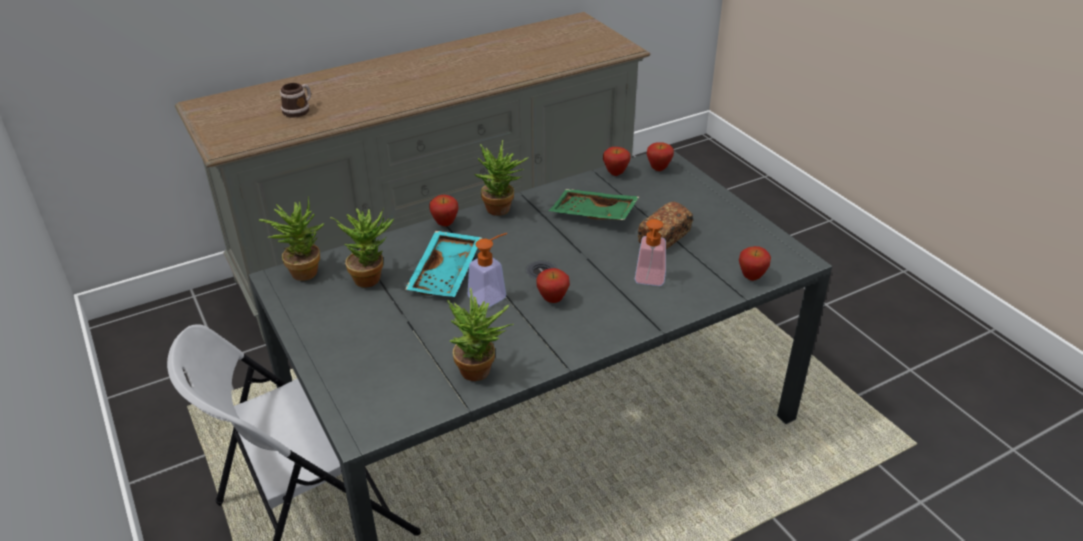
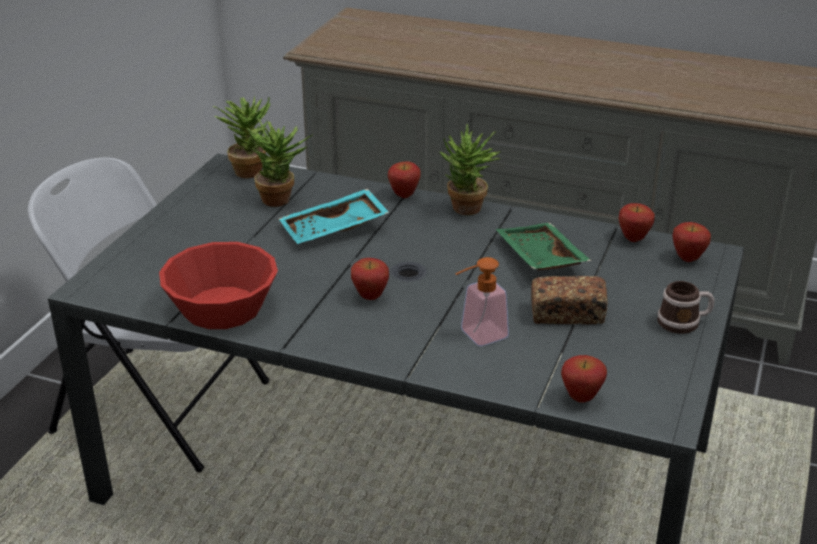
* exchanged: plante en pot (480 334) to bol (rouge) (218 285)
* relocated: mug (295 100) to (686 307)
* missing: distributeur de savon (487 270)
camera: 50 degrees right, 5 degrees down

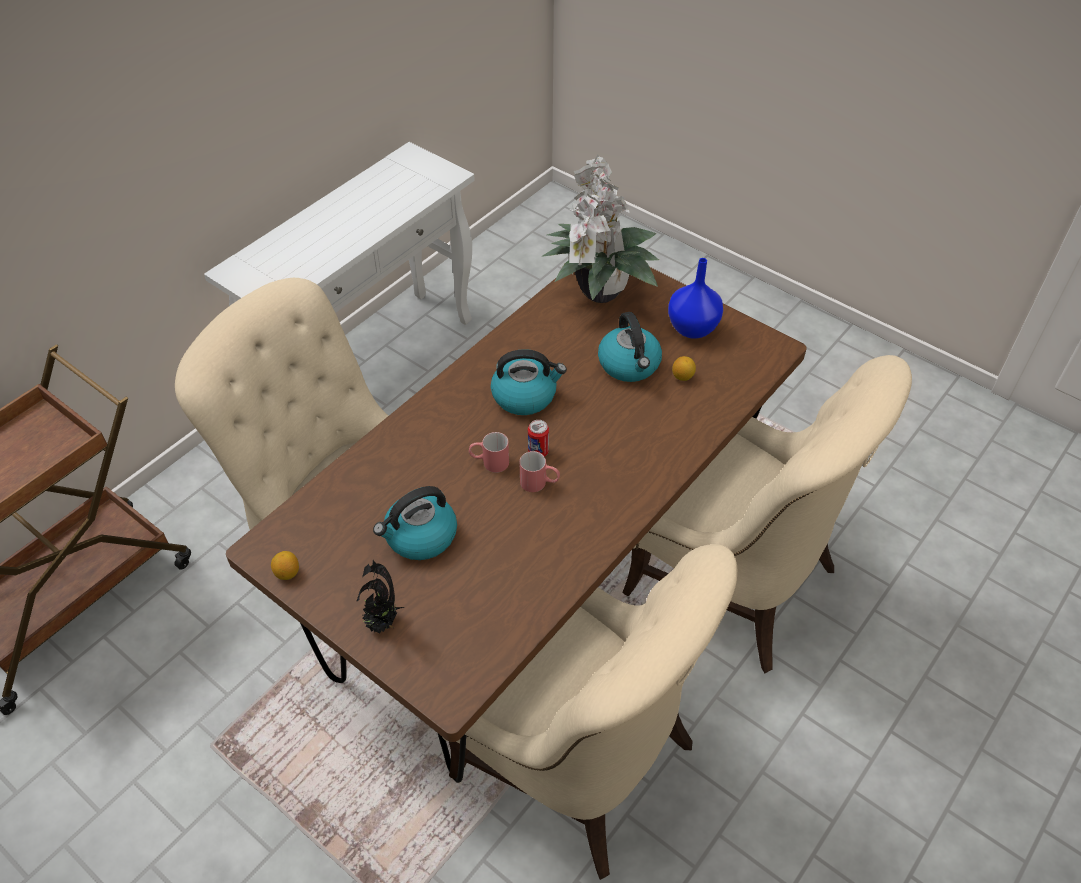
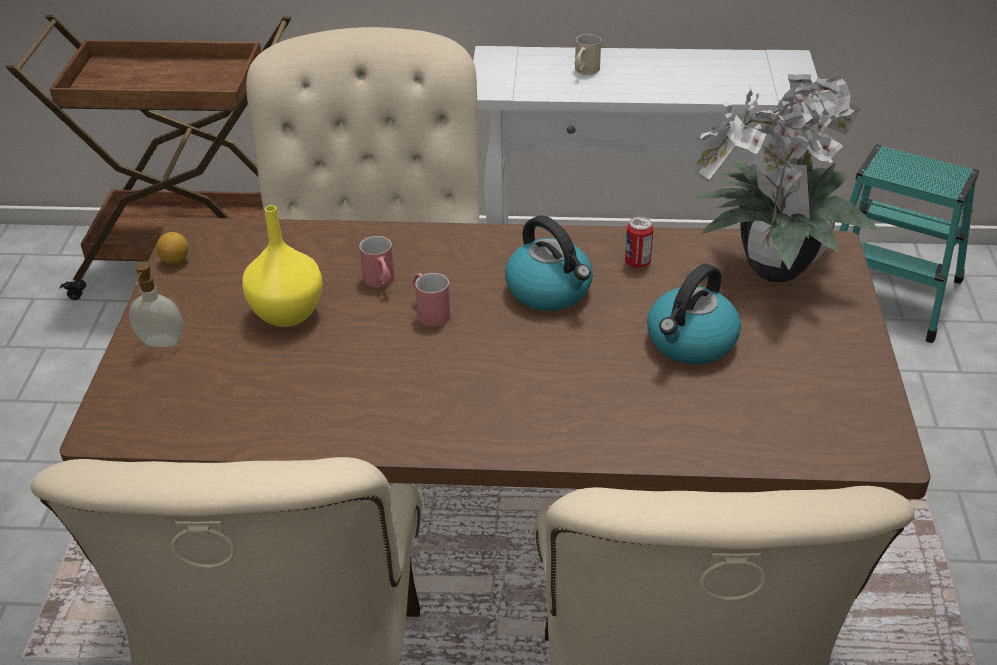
* exchanged: plante en pot (380 596) to distributeur de savon (156 304)
* exchanged: bouilloire (415 523) to vase (jaune) (282 266)
* relocated: mug (rouge) (539 471) to (376 262)
* appeared: mug (beige) (587 54)
* relocated: boîte métallique (538 438) to (639 242)
* appeared: escabeau (turquoise) (909 243)
* missing: vase (bleu) (695 298)
* missing: citron (684 368)
camera: 55 degrees right, 10 degrees down

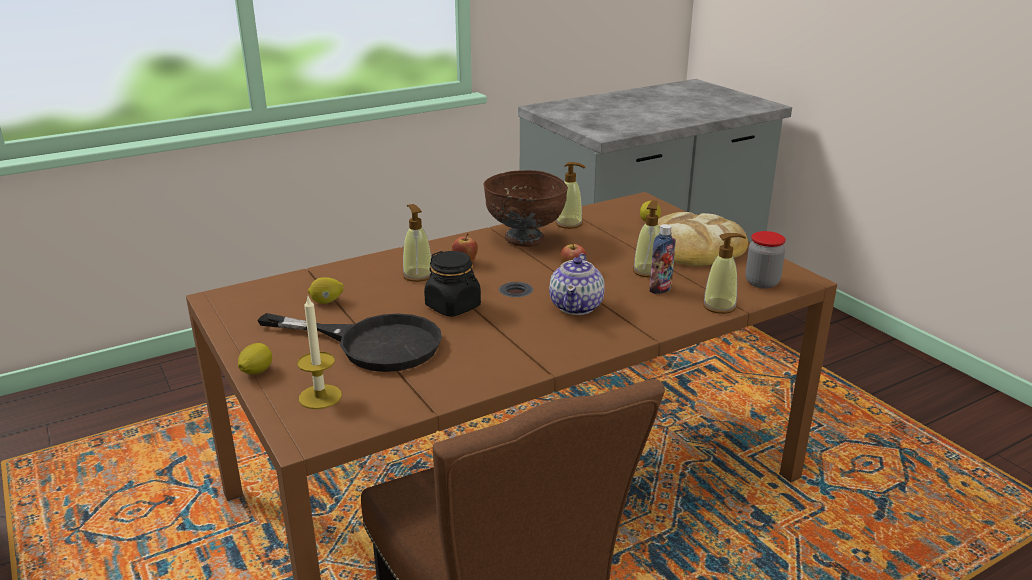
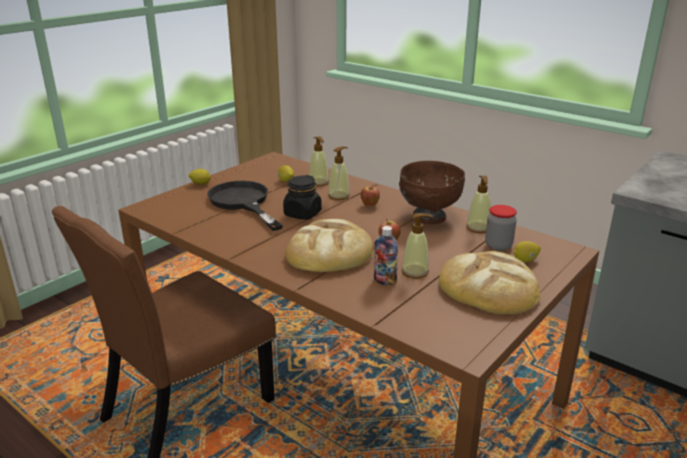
* spun: poêle (noir) (349 342) = (245 206) 150 degrees clockwise
* exchanged: théière (577 284) to pain (329 245)
* relocated: distributeur de savon (724 273) to (319 161)
* relocated: bocal (765 260) to (501 228)
* missing: bougie (319 353)
camera: 70 degrees right, 0 degrees up

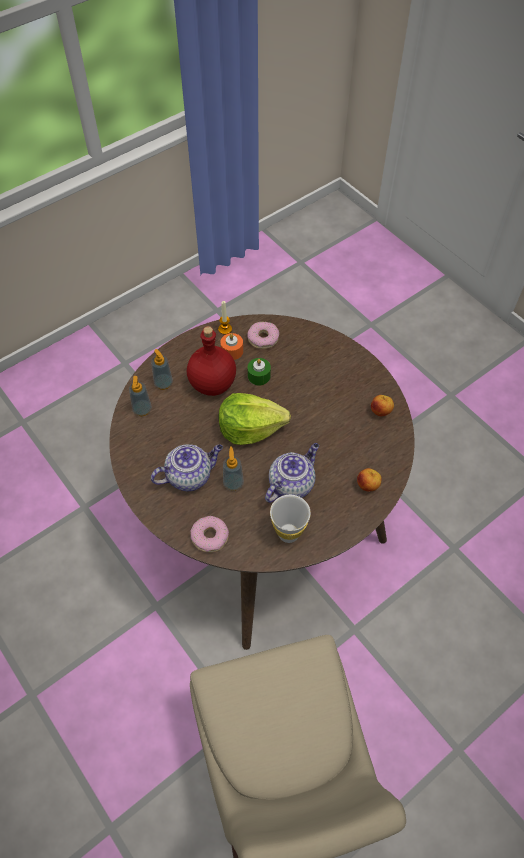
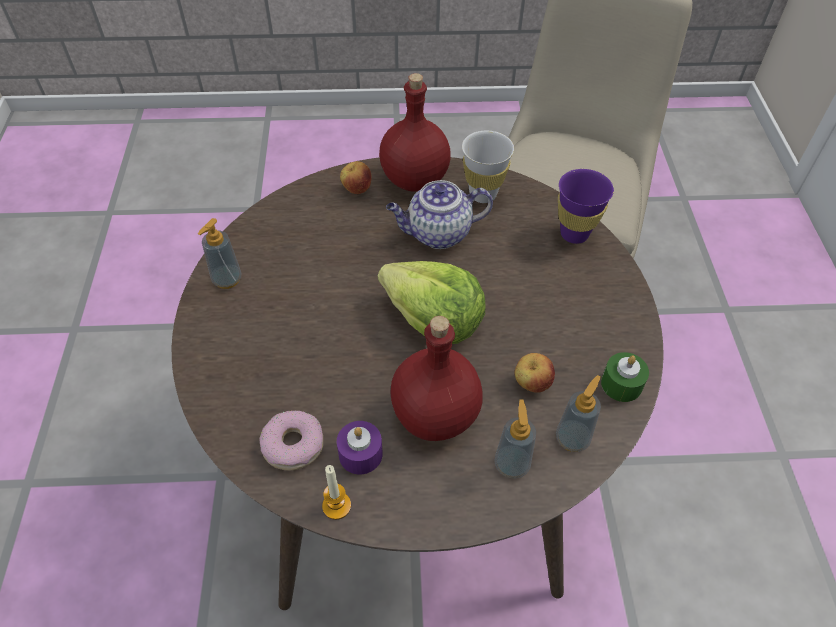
* relocated: distributeur de savon (233 468) to (220 253)
* colour: bougie (orange) (231 346) to bougie (violet) (360 447)
* appeared: bouteille (rouge) (415 132)
* relocated: pomme (382 406) to (534 373)
* exchanged: beignet (210 534) to tasse (violet) (586 206)
* relocated: bougie (vert) (259 371) to (625 377)
* missing: théière (187 467)
camera: 145 degrees left, 5 degrees down

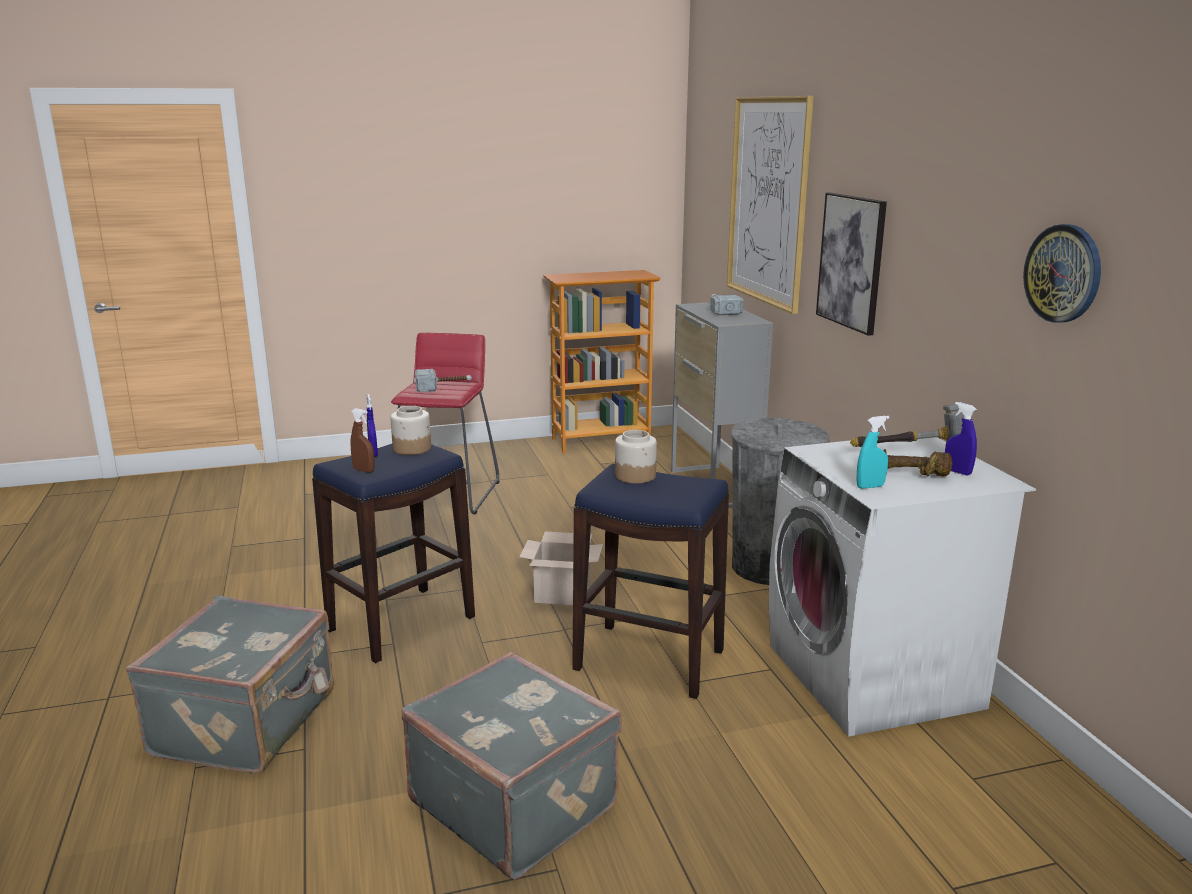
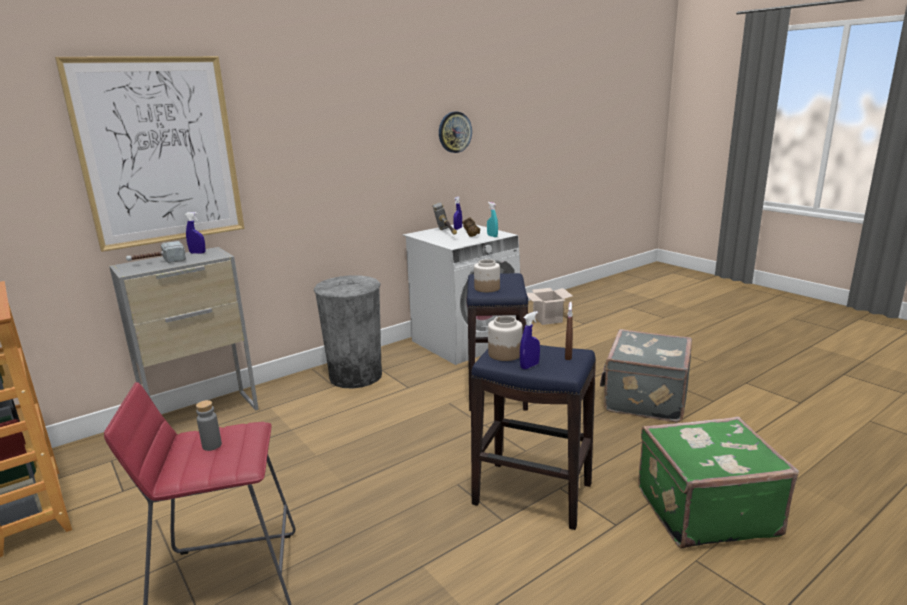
* appeared: vaporisateur (bleu) (195 233)
* exchanged: marteau (443 380) to bouteille (gris) (209 425)
* relocated: carton (561 568) to (550 306)
* colour: valise (gris) (230 685) to valise (vert) (718 482)
* missing: tableau (851 264)
camera: 110 degrees left, 0 degrees up

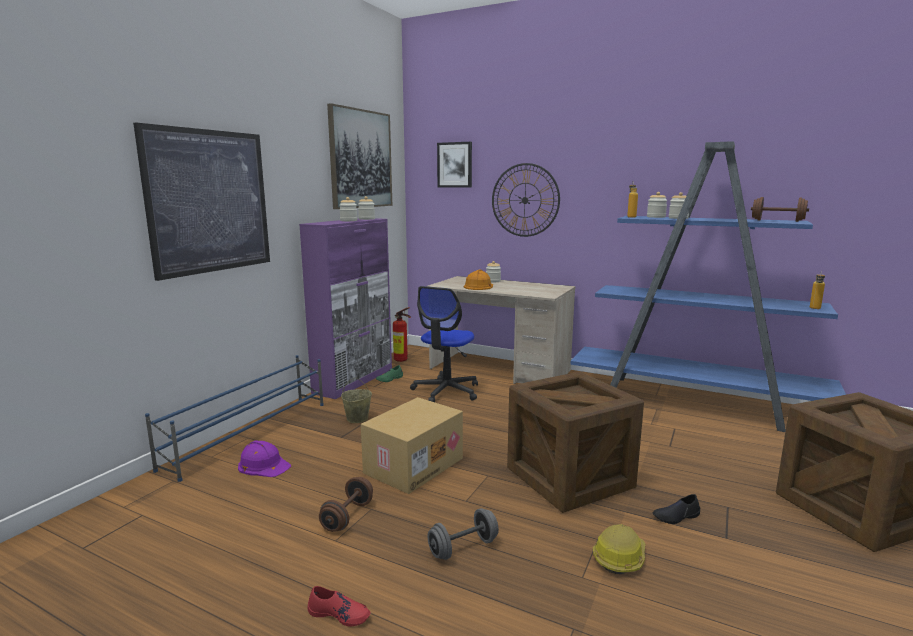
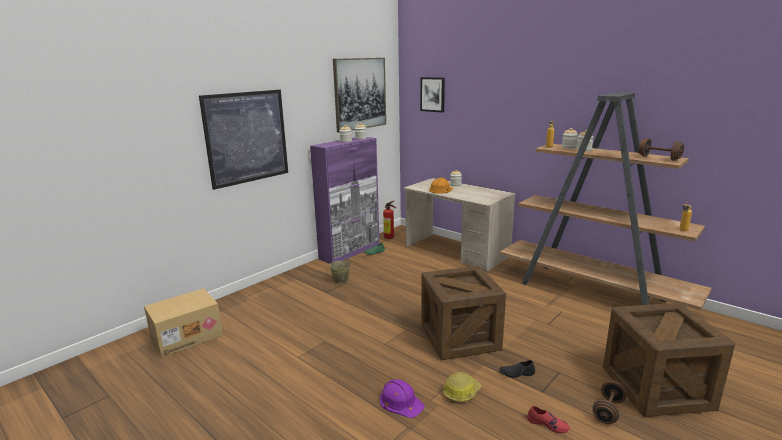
* relocated: carton (412 445) to (183 323)
* relocated: casque de chantier (violet) (264 458) to (402 398)
* colour: bibliothèque (bleu) (708 286) to bibliothèque (marron) (606 201)
* relocated: chaussure (rouge) (339 606) to (548 419)
* relocated: haltère (marron) (346 504) to (610 402)
* missing: étagère à chaussures (bleu) (234 418)
* missing: chaise de bureau (444 344)
* missing: haltère (gris) (463 534)
* missing: horloge murale (526 200)
camera: 15 degrees right, 5 degrees up

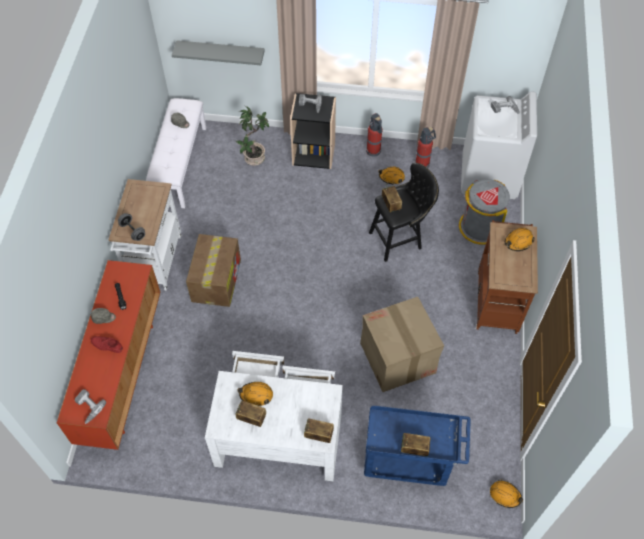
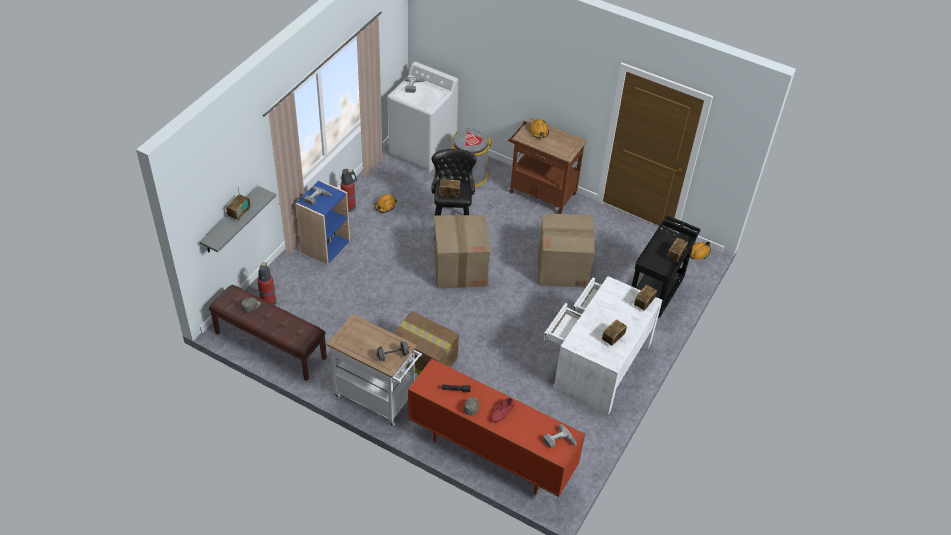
* colour: banc (blanc) (176 153) to banc (marron) (268 333)
* appeared: radio (238 204)
* relocated: extincteur (425 147) to (267 283)
* colour: bibliothèque (noir) (313 131) to bibliothèque (bleu) (322 222)
* appeared: carton (462 251)
* colour: chariot (bleu) (417 446) to chariot (noir) (666 267)
* missing: plante en pot (252 136)
* missing: casque de chantier (orange) (255 394)
camera: 70 degrees left, 10 degrees down

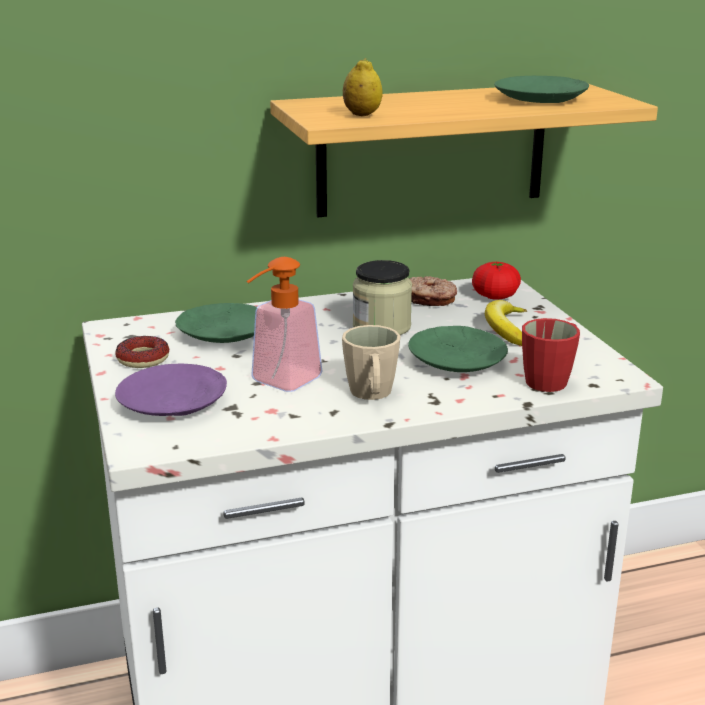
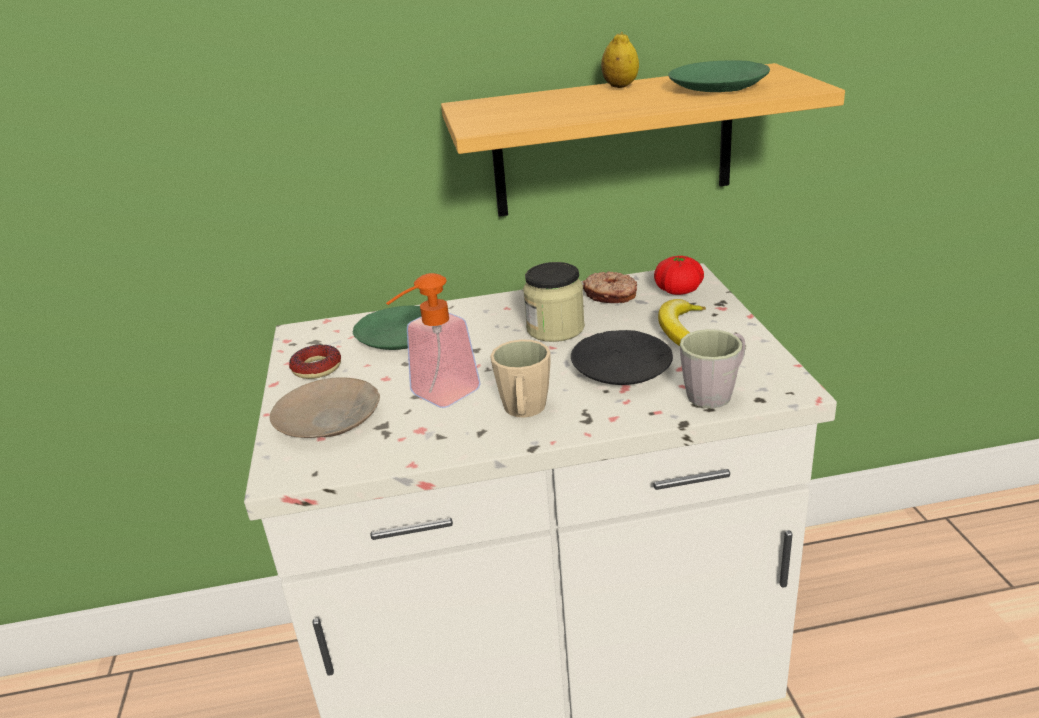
* colour: assiette (violet) (171 390) to assiette (beige) (325 407)
* colour: assiette (vert) (458 349) to assiette (noir) (622 357)
* relocated: citron (363 87) to (620 60)
* colour: mug (rouge) (551 355) to mug (gris) (712 368)
camera: 10 degrees right, 5 degrees up

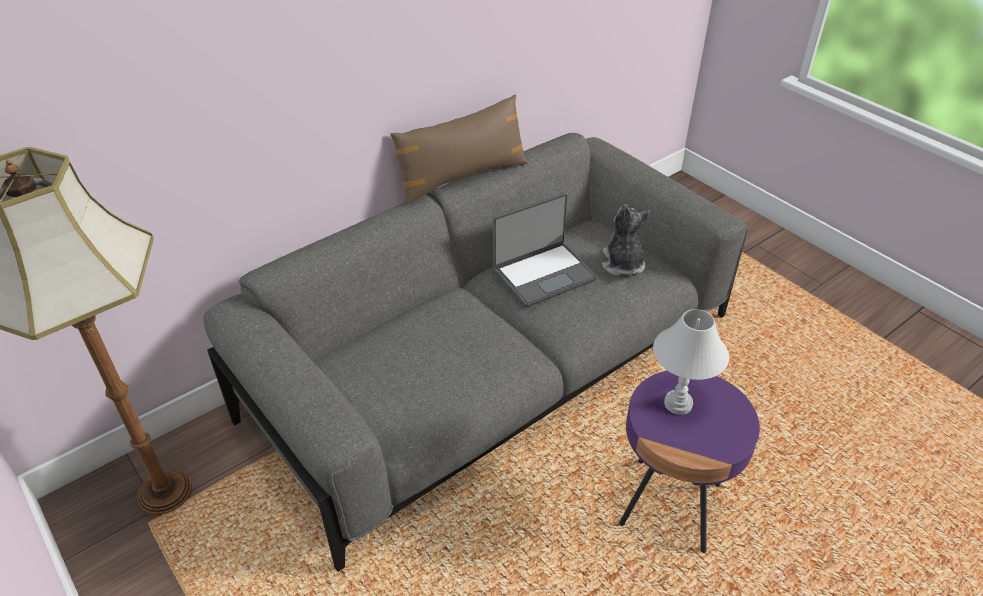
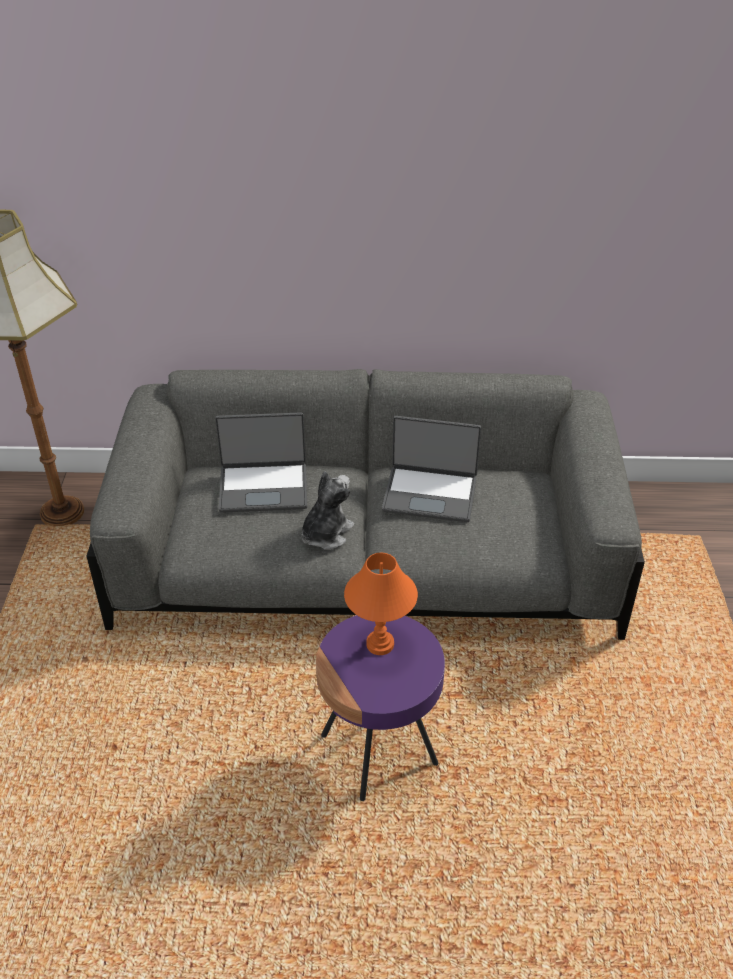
* appeared: ordinateur portable (261 462)
* relocated: peluche (626 240) to (328 511)
* colour: lampe de table (blanc) (691 362) to lampe de table (orange) (381 604)
* missing: coussin (marron) (459 149)
camera: 40 degrees right, 0 degrees up

